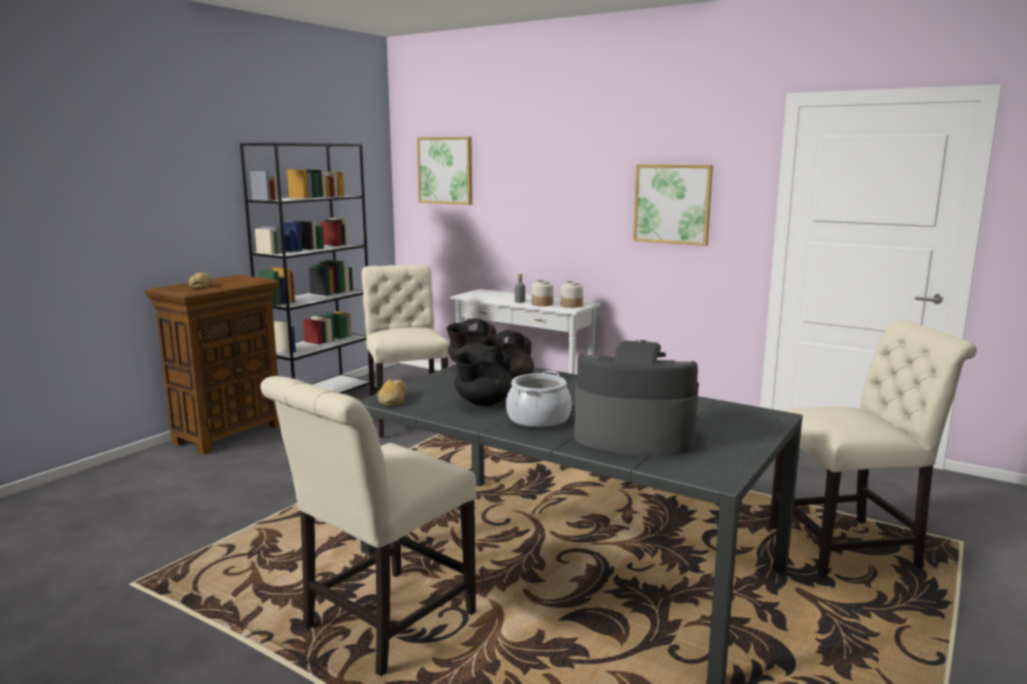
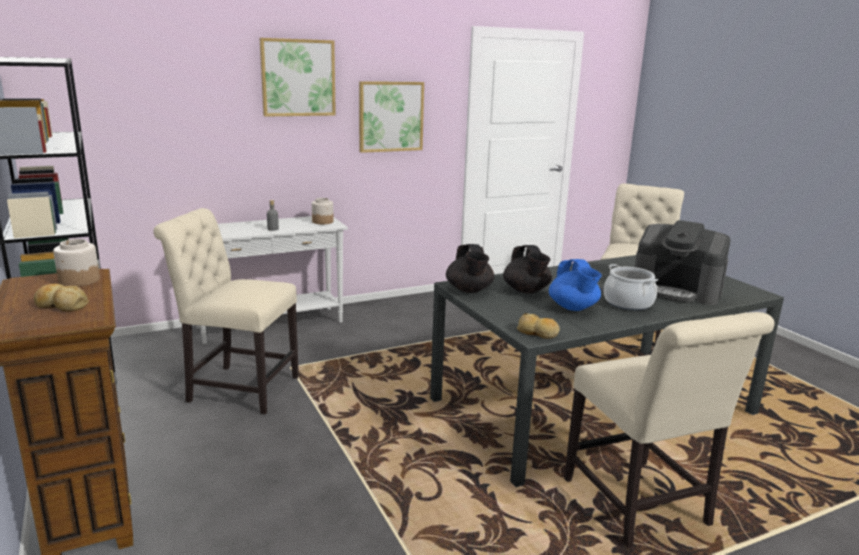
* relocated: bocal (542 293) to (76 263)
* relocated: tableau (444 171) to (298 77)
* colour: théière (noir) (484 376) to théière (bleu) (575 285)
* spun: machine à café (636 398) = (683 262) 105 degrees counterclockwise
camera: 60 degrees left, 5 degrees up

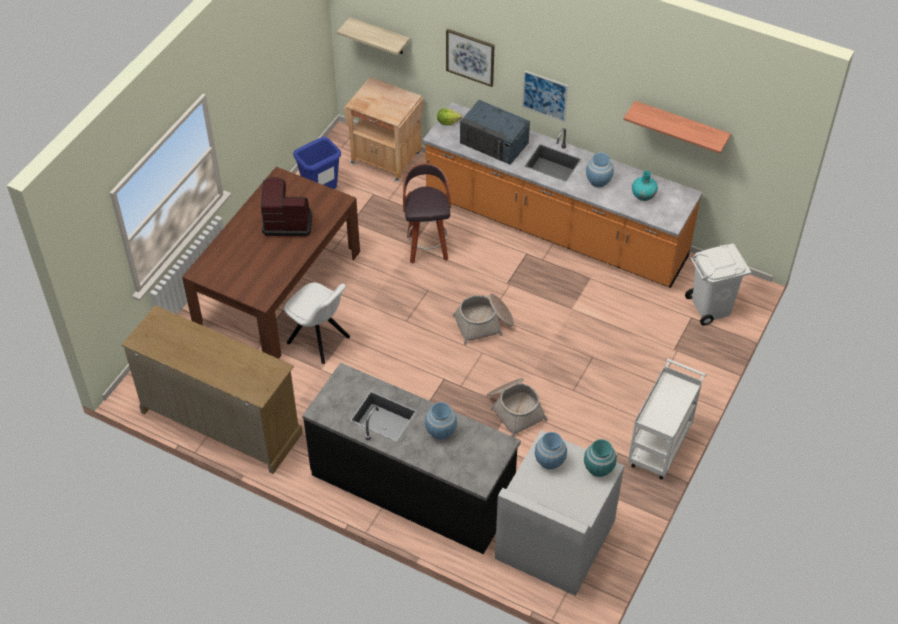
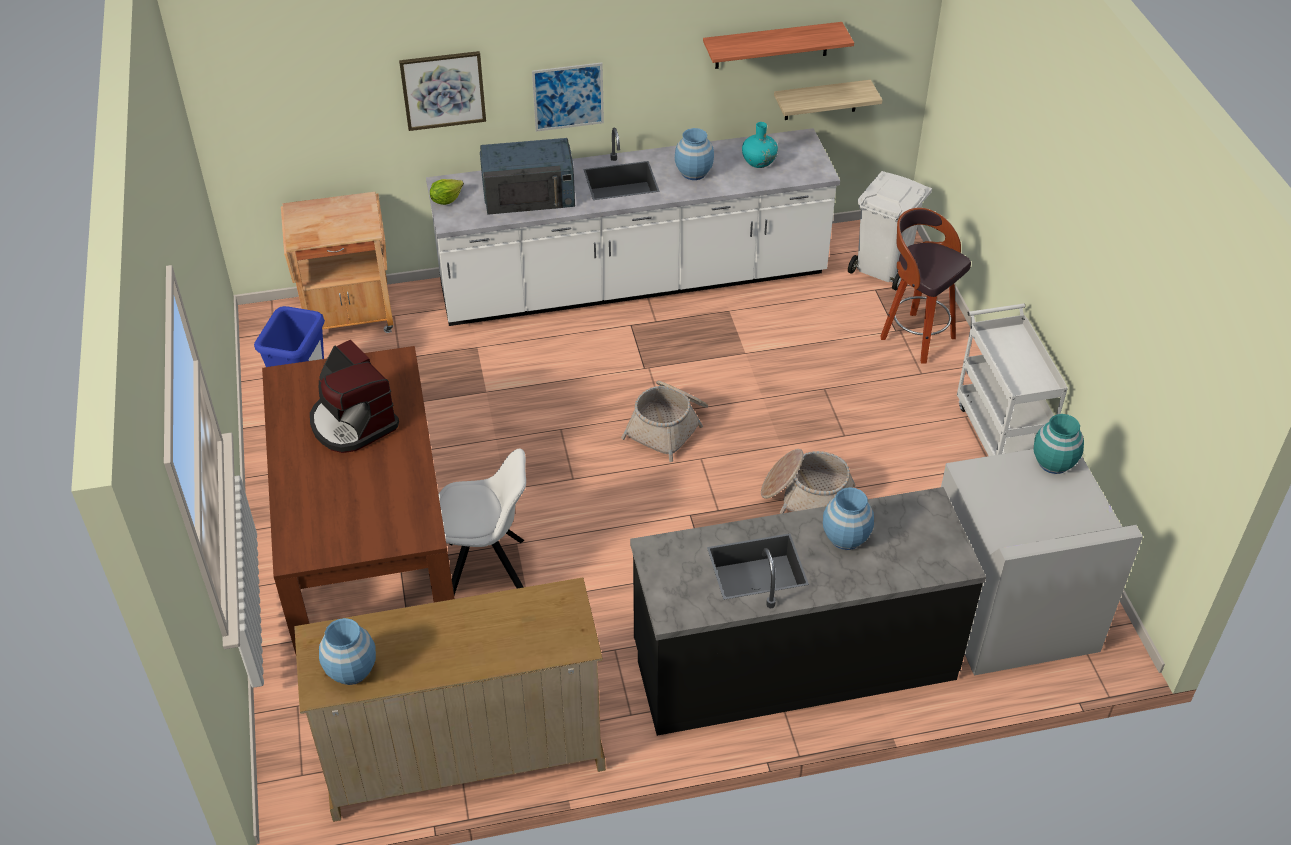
* spun: machine à café (286 206) = (354 396) 90 degrees counterclockwise
* relocated: vase (bleu) (551 451) to (347 651)
* colour: comptoir de cuisine (orange) (563 195) to comptoir de cuisine (blanc) (633 227)
* relocated: étagère (373 36) to (828 100)
* relocated: tabouret (427 213) to (925 286)
camera: 40 degrees left, 5 degrees down

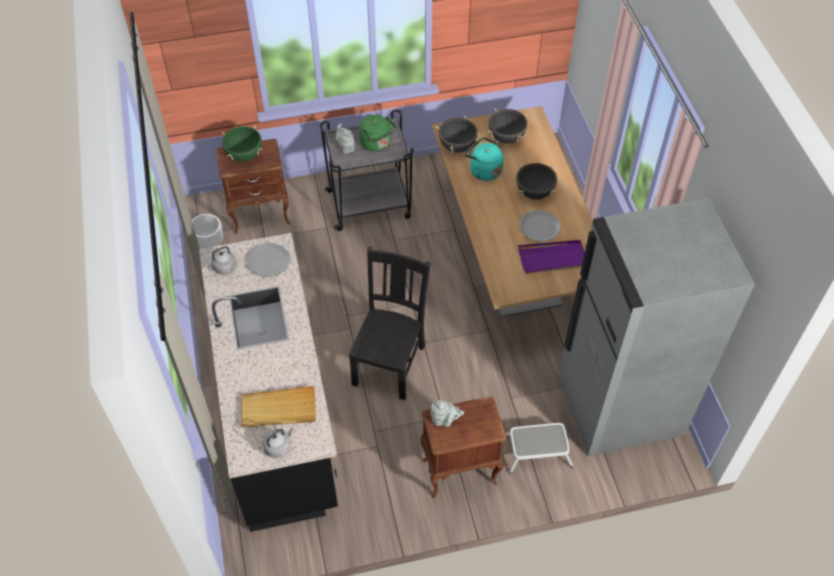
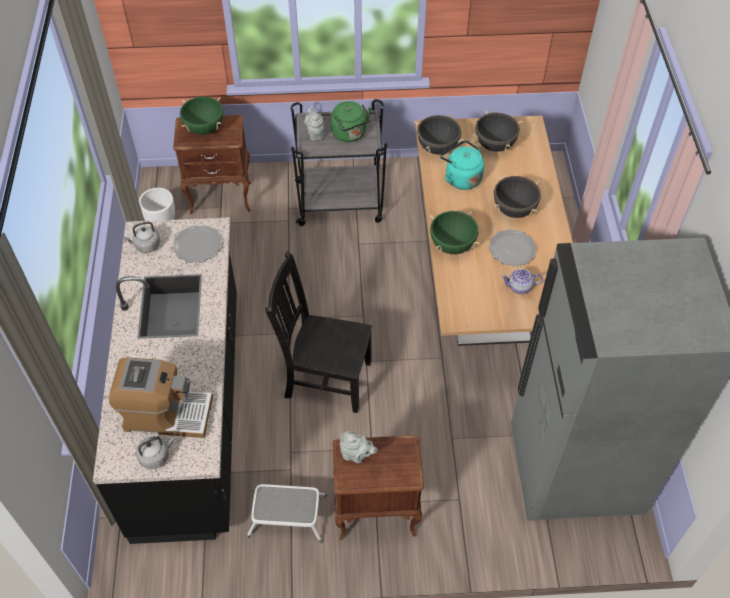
* exchanged: plateau (beige) (278 407) to machine à café (161 397)
* relocated: escabeau (gris) (539 449) to (286 514)
* spun: chaise (noir) (390 323) = (319 332) 105 degrees counterclockwise
* appeared: marmite (vert) (455 232)
* exchanged: plateau (violet) (551 257) to théière (522 281)
camera: 10 degrees right, 0 degrees up

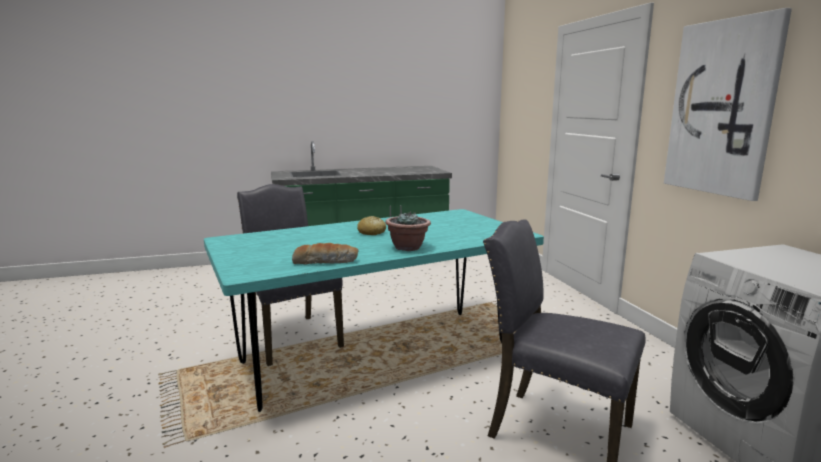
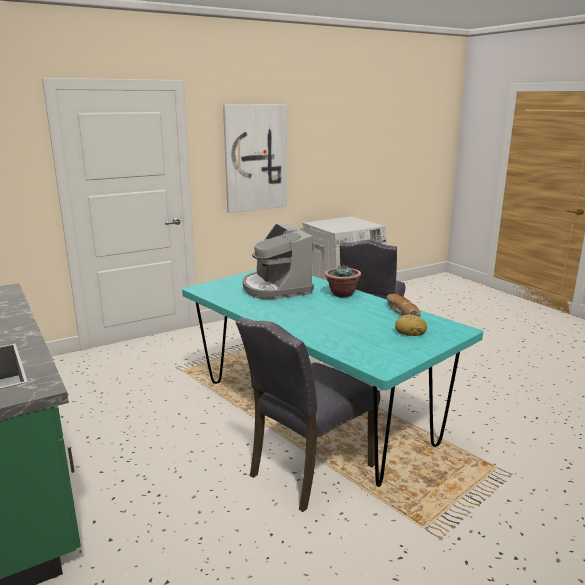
* appeared: machine à café (278 261)
* relocated: pain (371 225) to (411 325)
camera: 105 degrees left, 5 degrees up

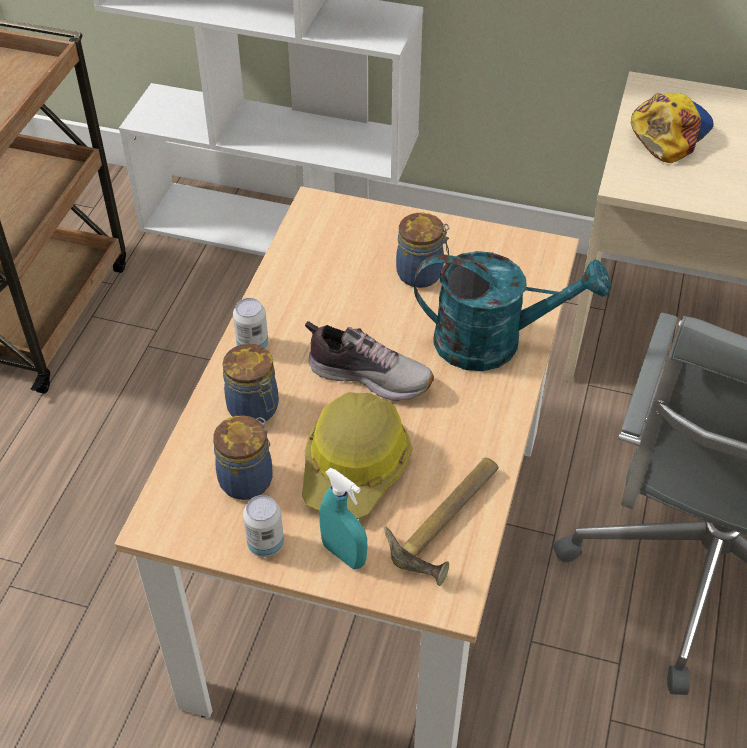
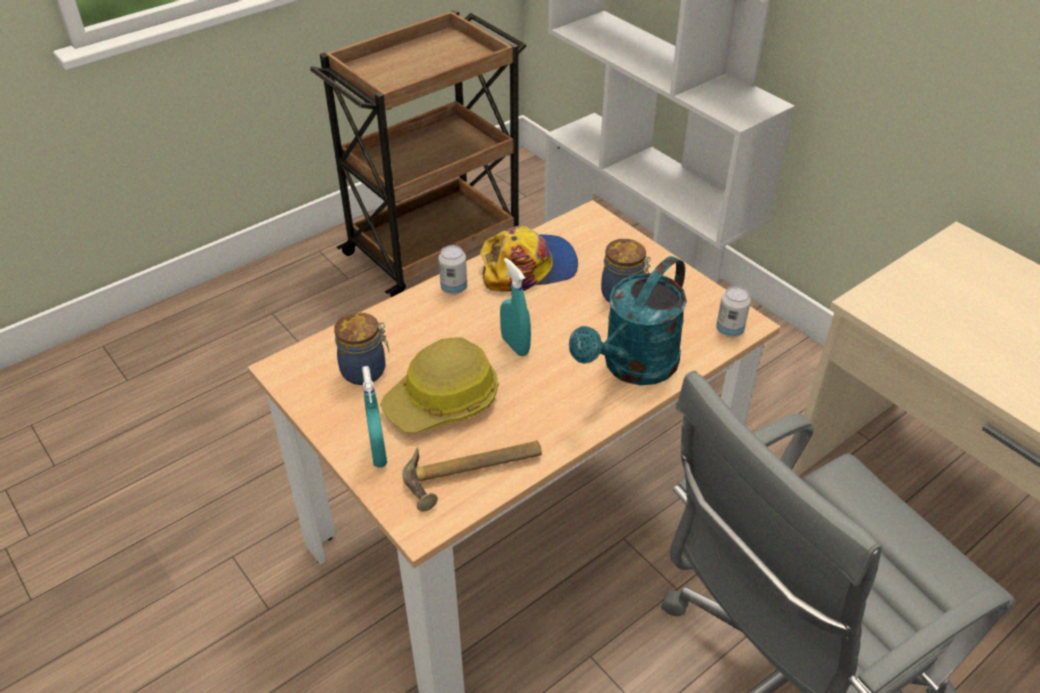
* relocated: casquette (672 128) to (529 258)
* exchanged: chaussure (369 361) to vaporisateur (turquoise) (515 307)
* spun: arrosoir (turquoise) (512 311) = (628 320) 90 degrees clockwise
* relocated: boîte métallique (263 526) to (733 311)
* missing: bocal (250 383)
camera: 35 degrees right, 5 degrees down

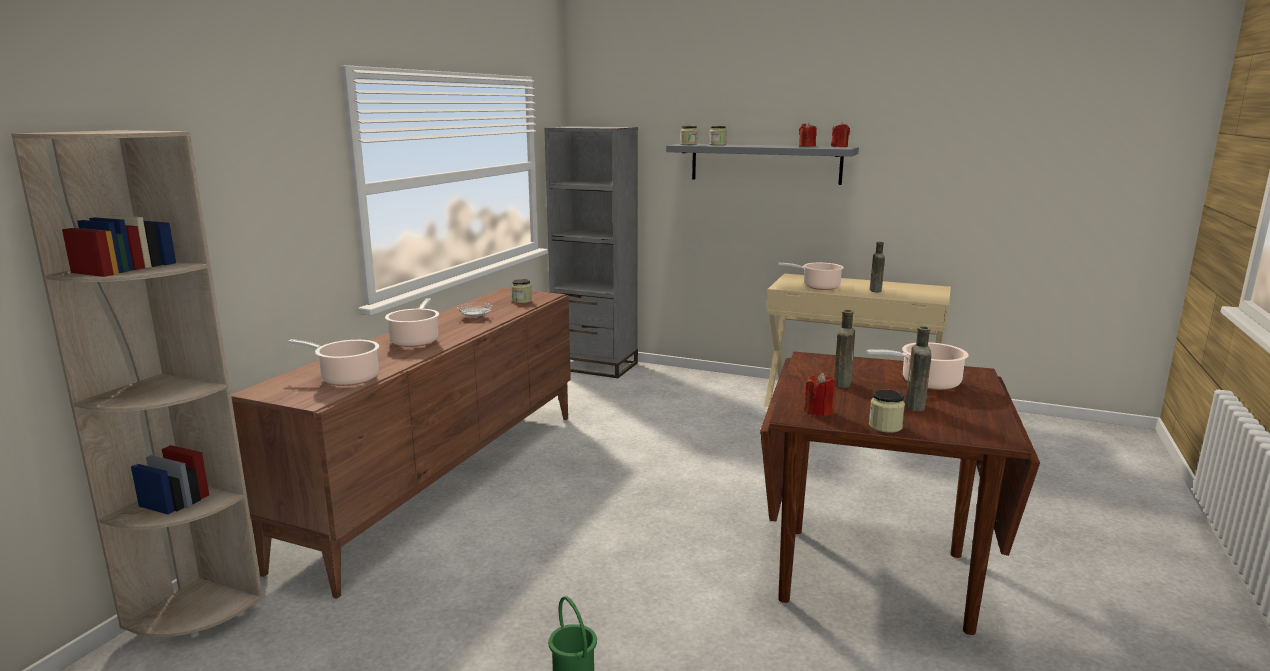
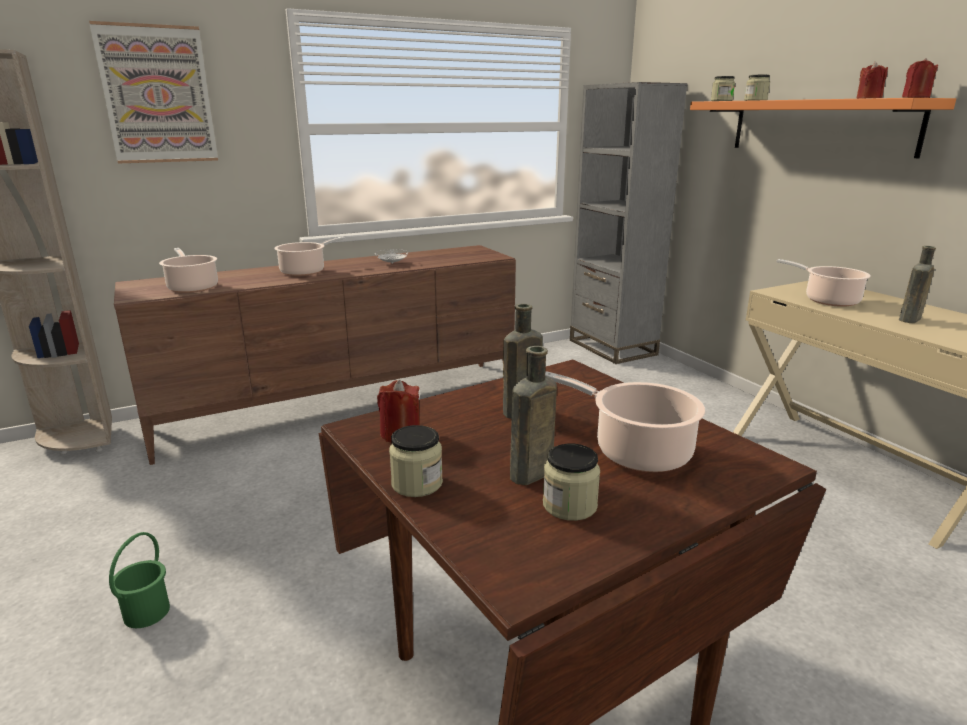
* appeared: tableau (153 92)
* relocated: bocal (521 291) to (571 482)
* colour: étagère (gris) (762 164) to étagère (orange) (823 128)
camera: 40 degrees right, 5 degrees up

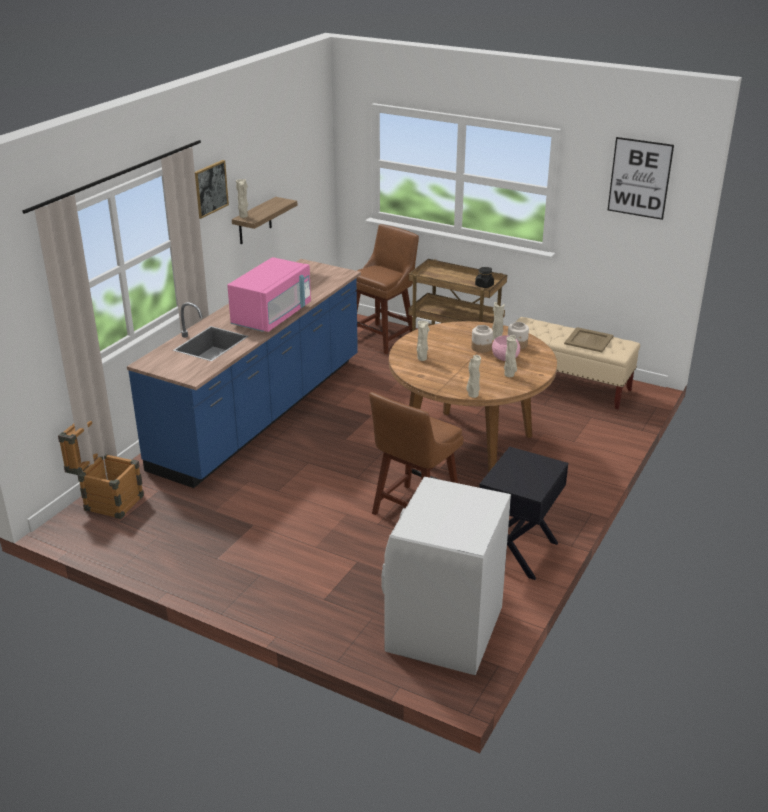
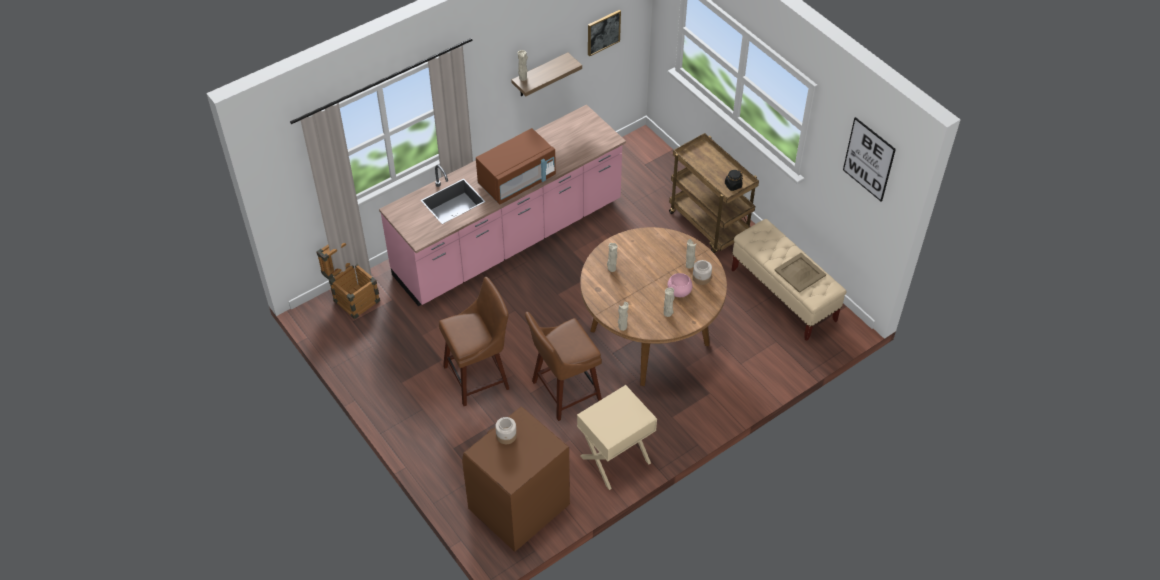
* colour: comptoir de cuisine (bleu) (244 373) to comptoir de cuisine (rose) (502 205)
* relocated: chaise (marron) (387 289) to (474 341)
* colour: lave-linge (blanc) (446 576) to lave-linge (marron) (516 479)
* colour: micro-ondes (rose) (269 294) to micro-ondes (marron) (516 166)
* relocated: bocal (482 339) to (506 430)
* colour: table de chevet (noir) (523 513) to table de chevet (beige) (617 437)
* relocated: tableau (212 189) to (604 33)
camera: 25 degrees right, 20 degrees up

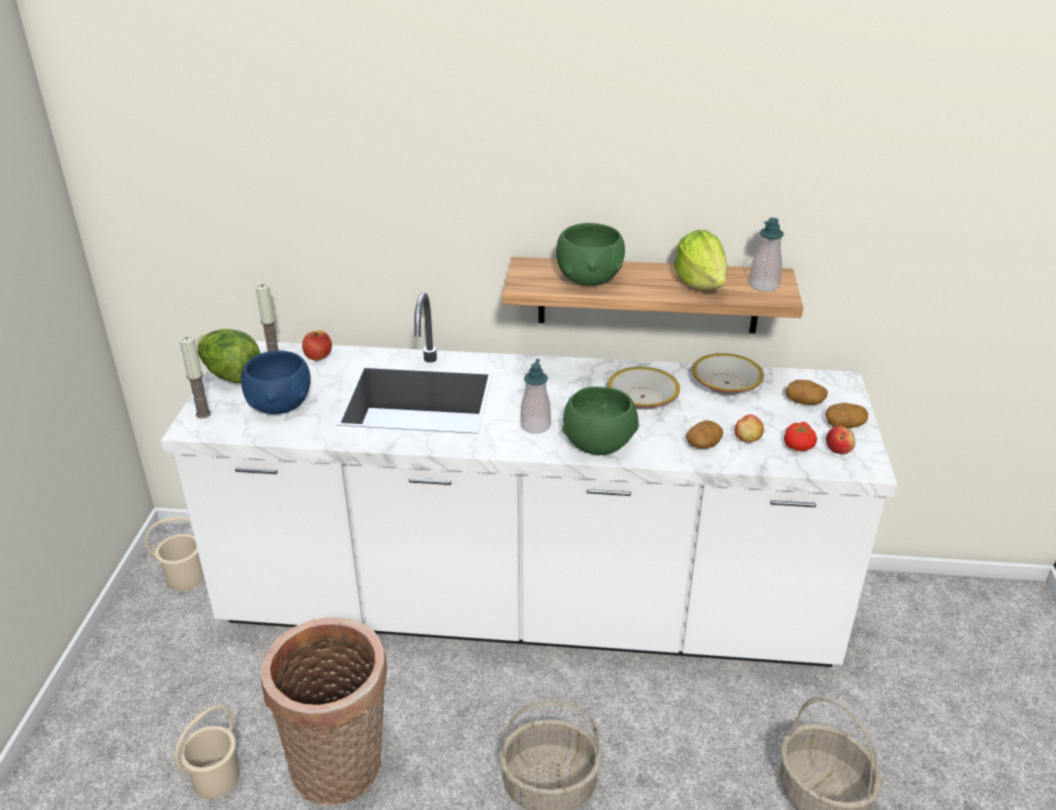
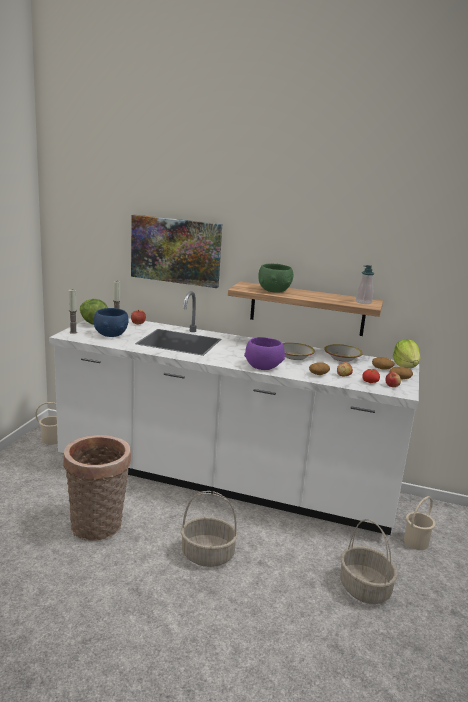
* appeared: tableau (176 251)
* colour: bol (vert) (600 421) to bol (violet) (264 353)
* relocated: laitue (701 260) to (407 353)
* relocated: seau (beige) (207 752) to (420 523)
* missing: distributeur de savon (536 396)
camera: 10 degrees right, 15 degrees down

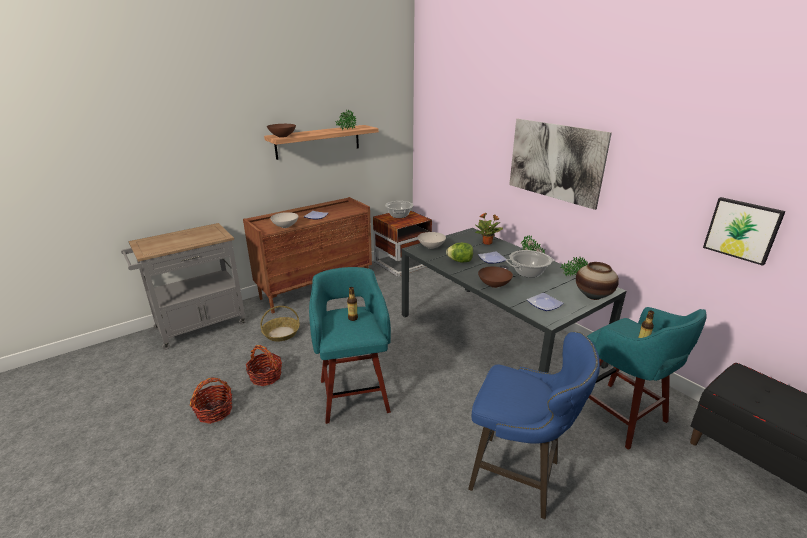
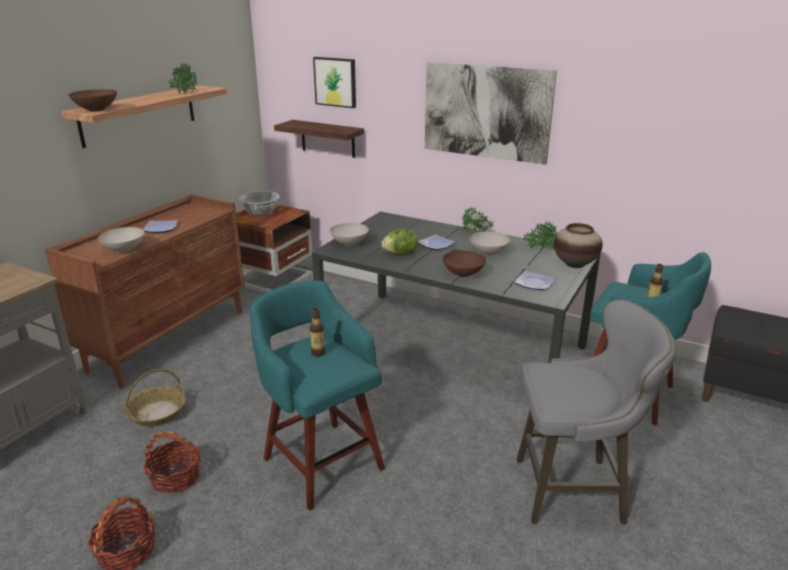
* appeared: étagère (319 139)
* relocated: tableau (744 231) to (334 82)
* exchanged: marmite (530 264) to bol (blanc) (490 243)
* colour: tabouret (bleu) (534 425) to tabouret (gris) (596 411)
* missing: plante en pot (489 229)
camera: 25 degrees left, 0 degrees up

